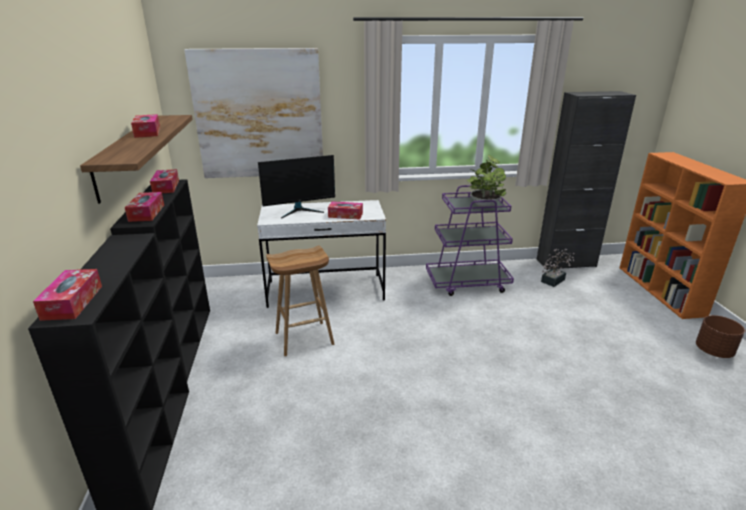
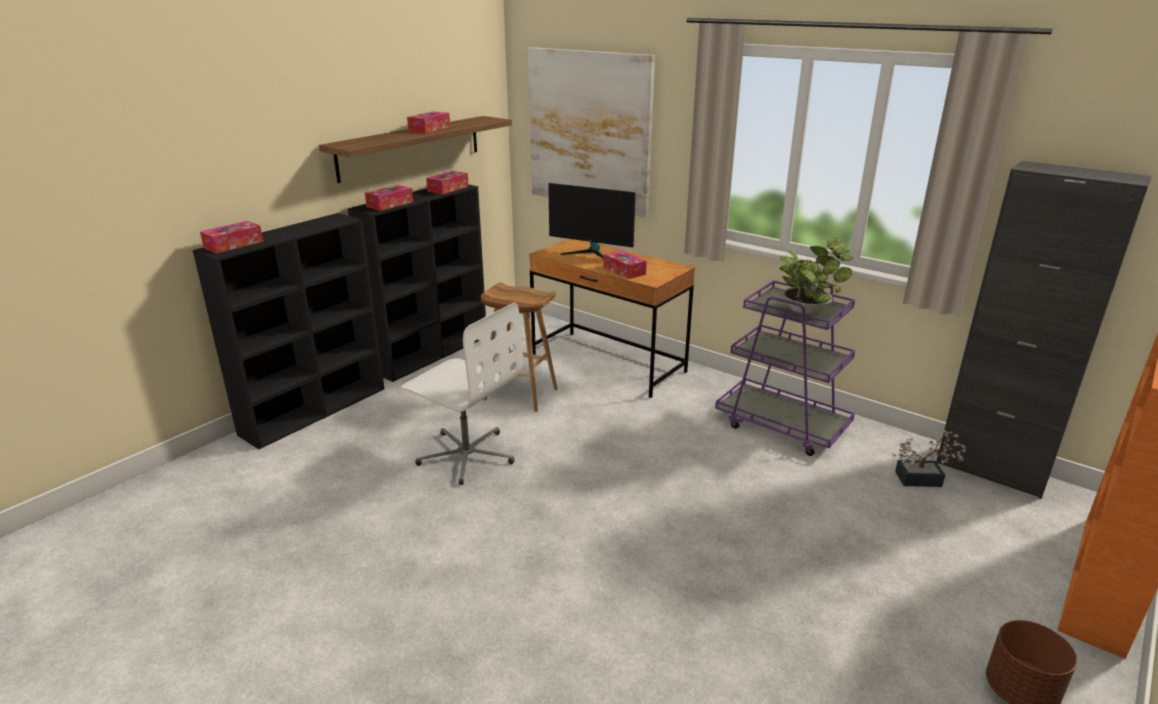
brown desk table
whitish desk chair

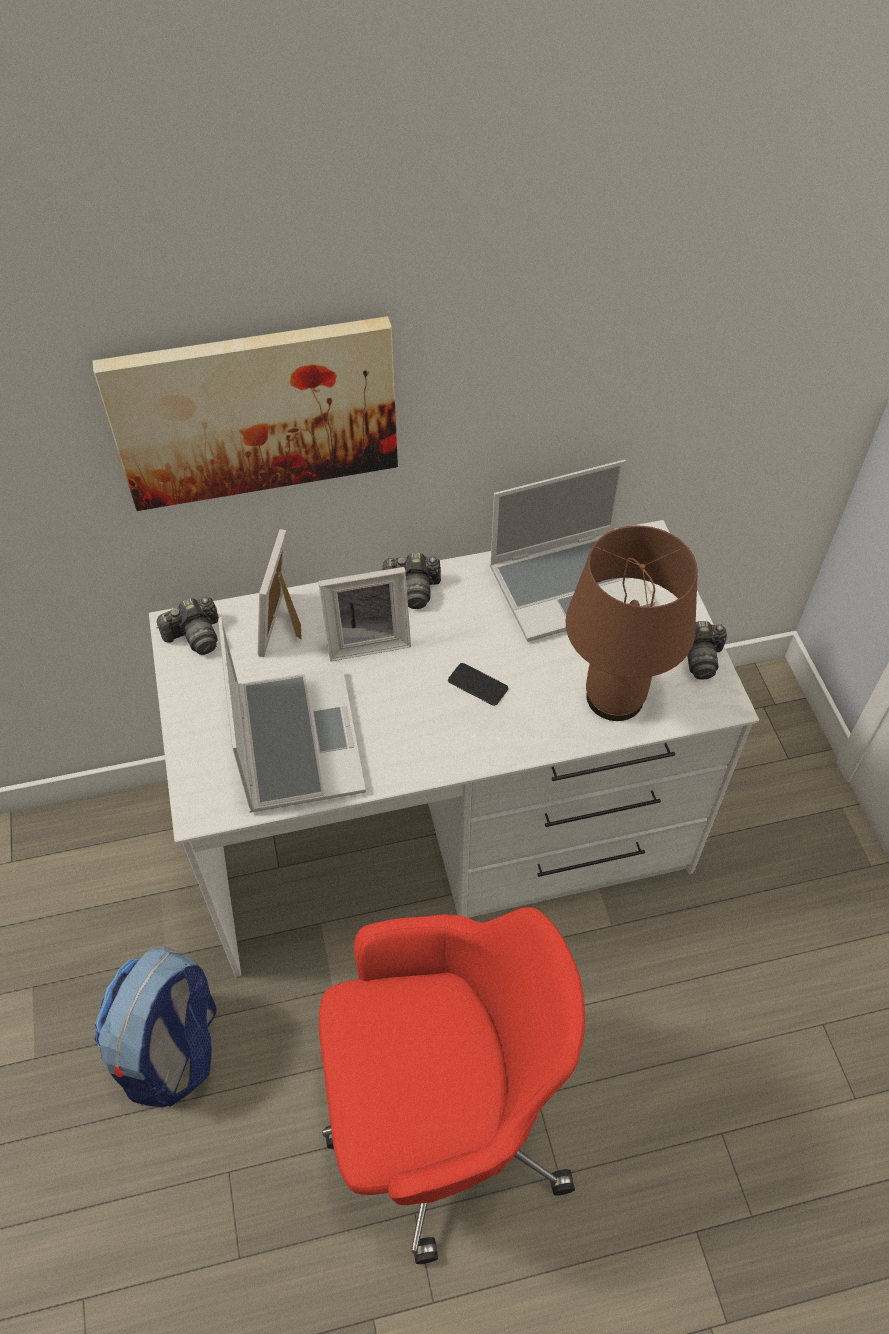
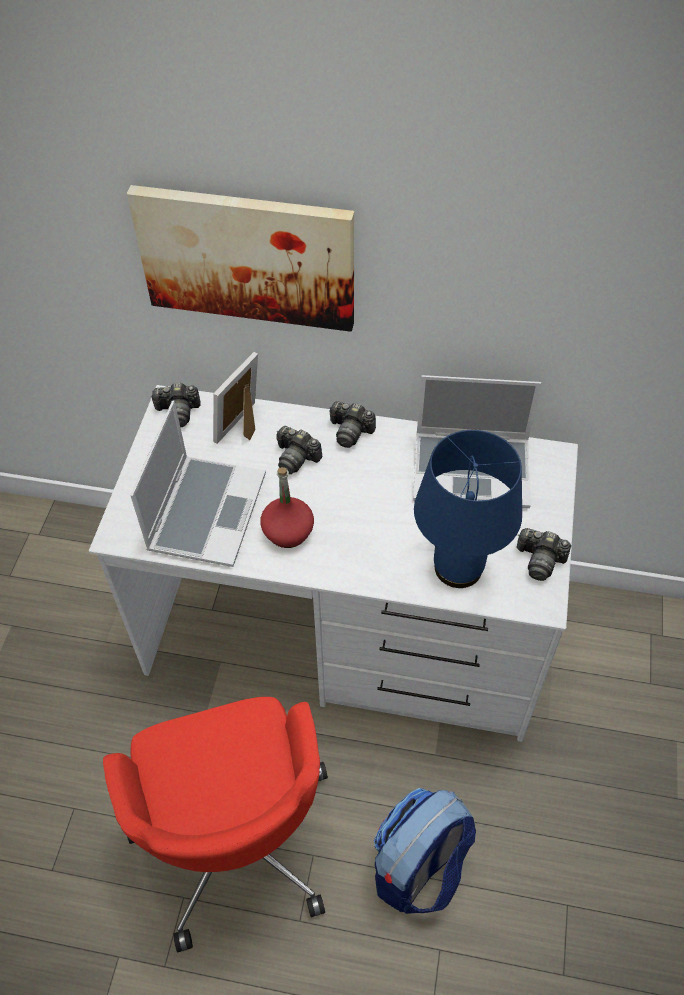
backpack
still camera (no. 2 from left)
red-coloured desk chair
handset
blue-coloured tabletop lamp
red-coloured bottle

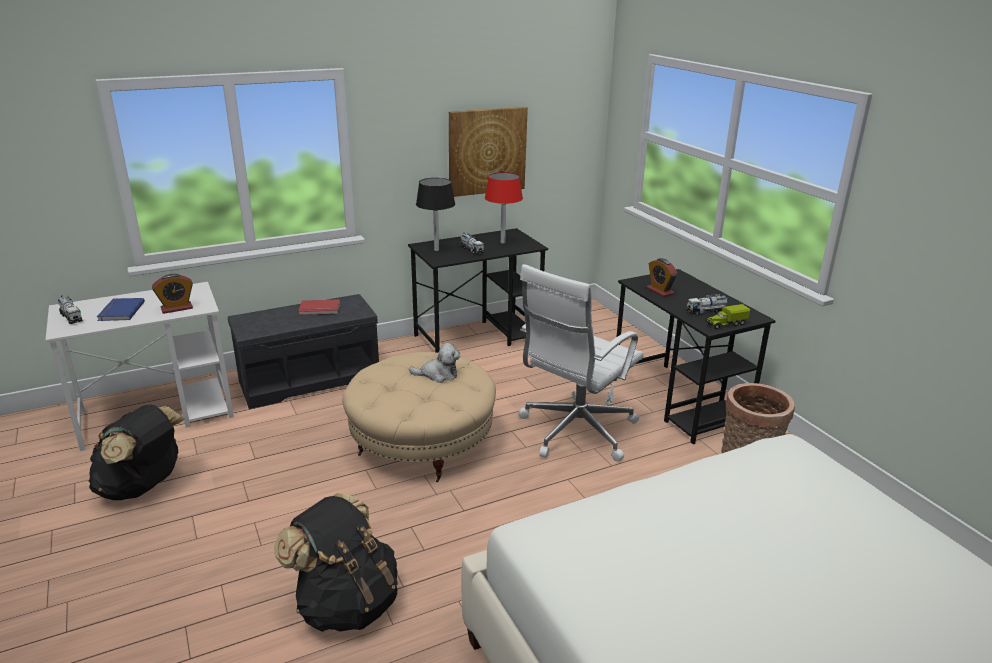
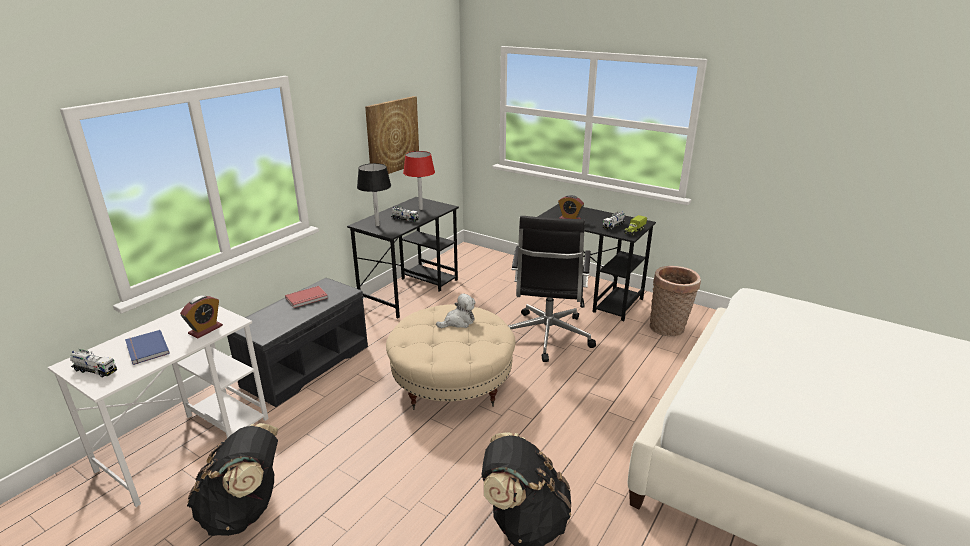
blackish desk chair

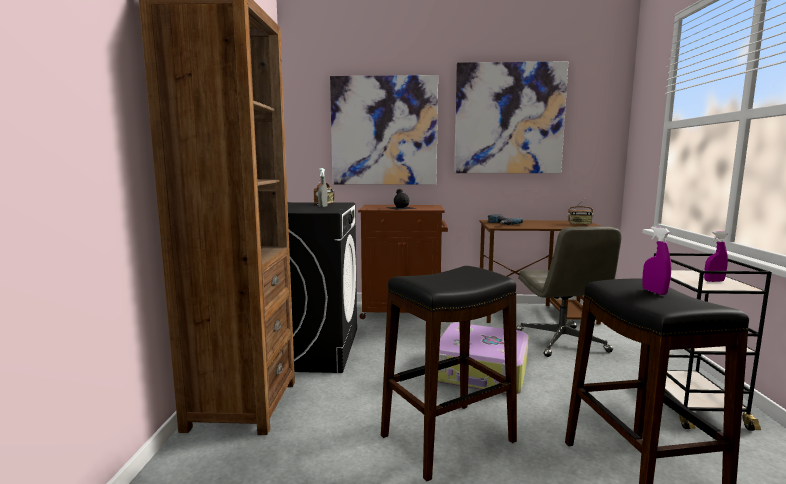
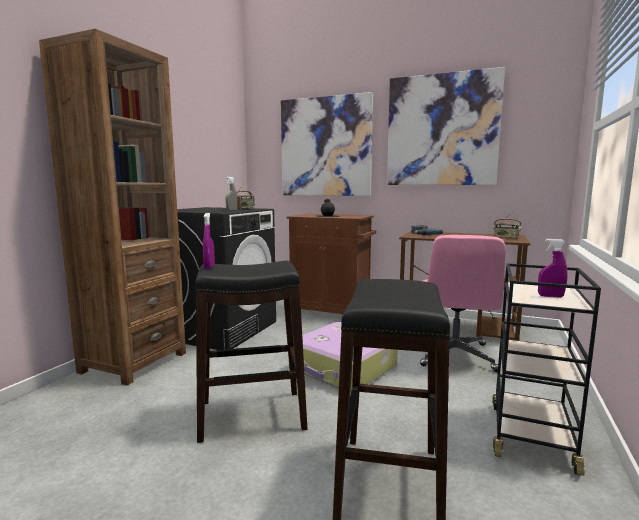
pinkish desk chair
purple-coloured spray bottle (no. 1 from left)

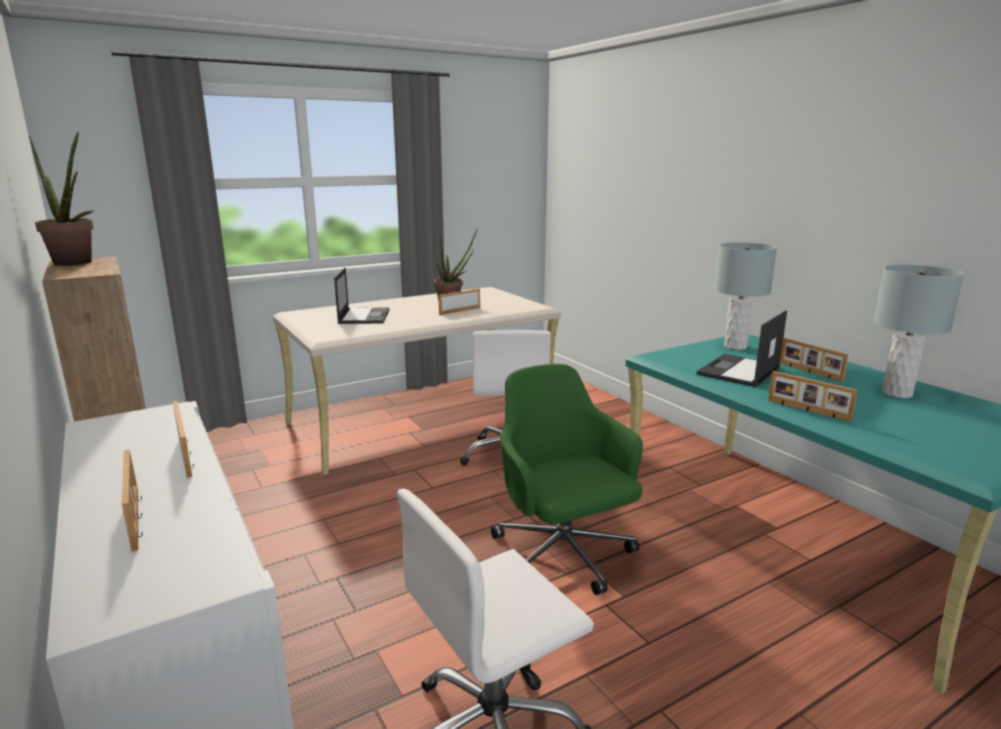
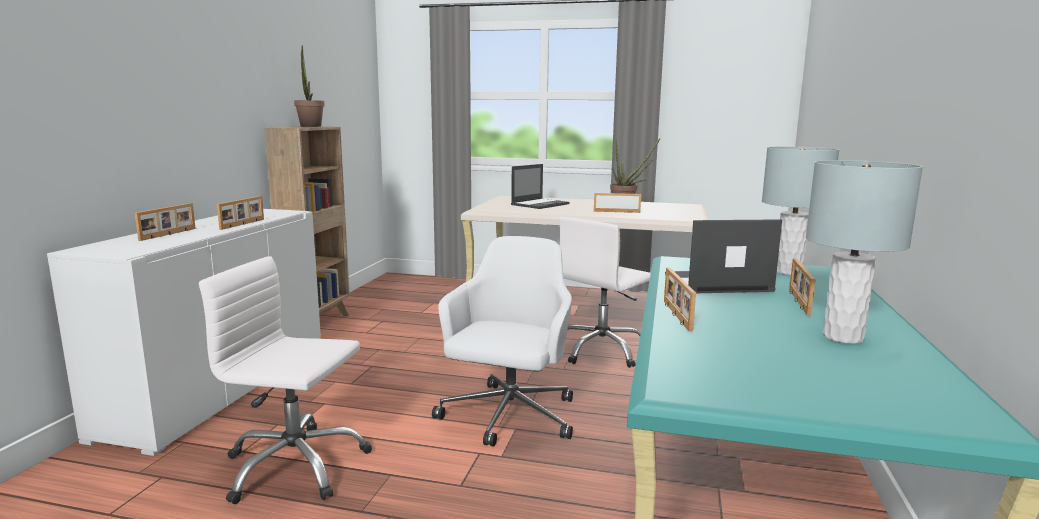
whitish desk chair (no. 2 from left)

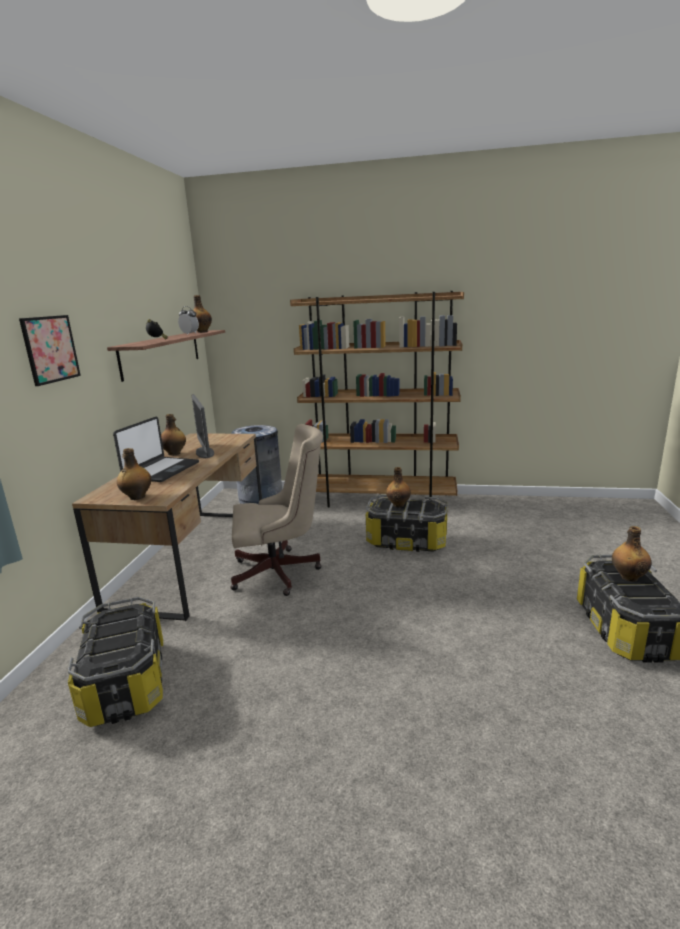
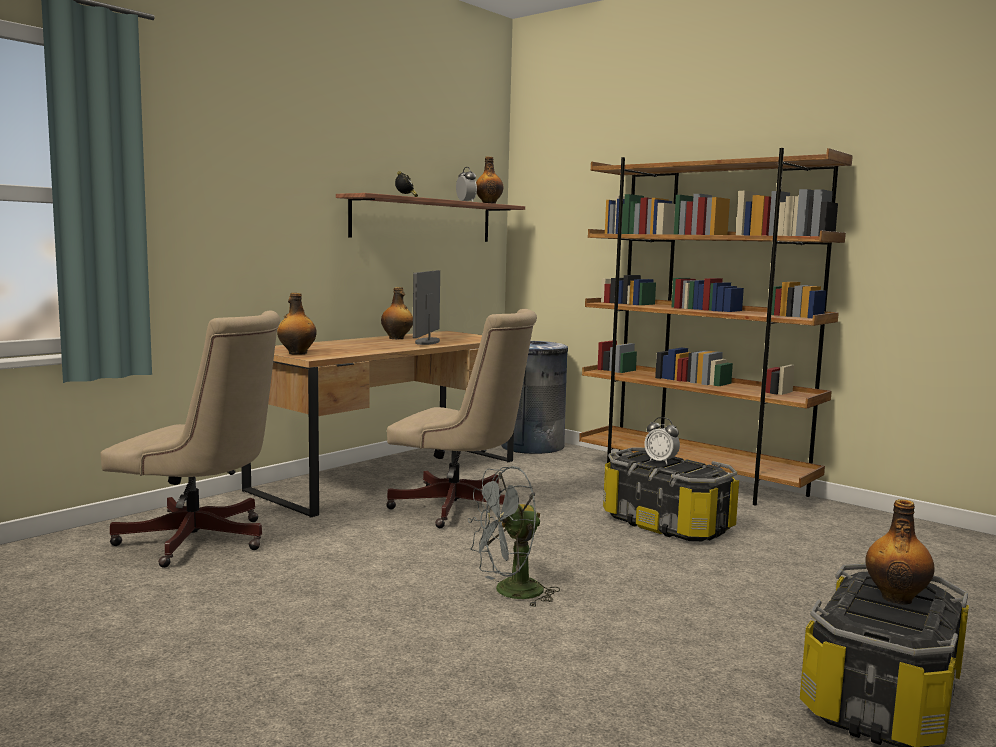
wall picture
sand-coloured desk chair (no. 1 from left)
laptop
alarm clock (no. 3 from left)
grey cooling fan

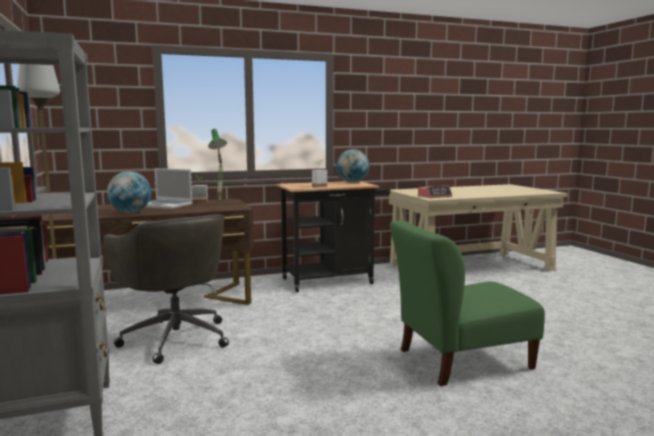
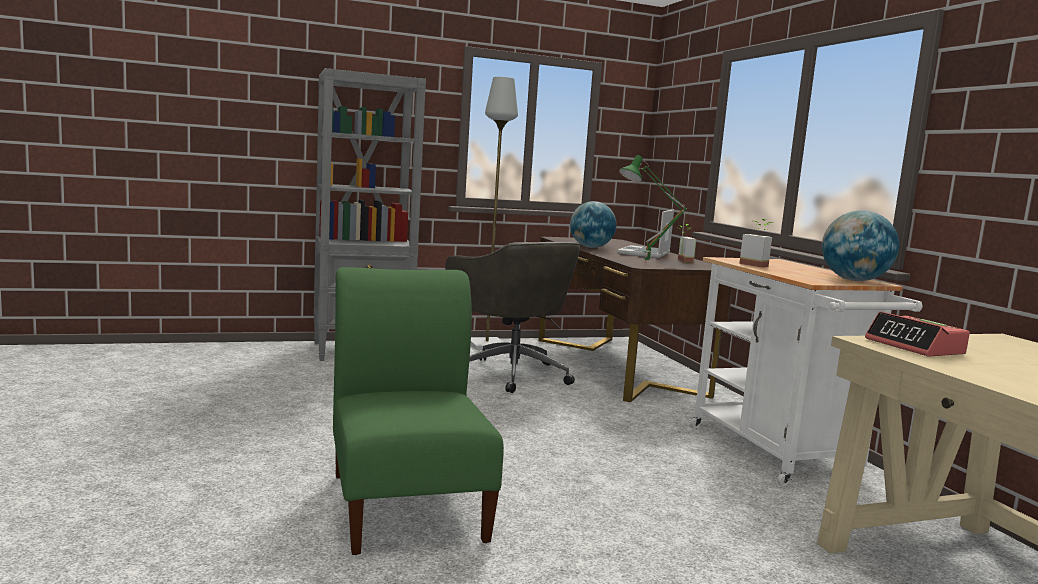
grey desk chair
whitish cart

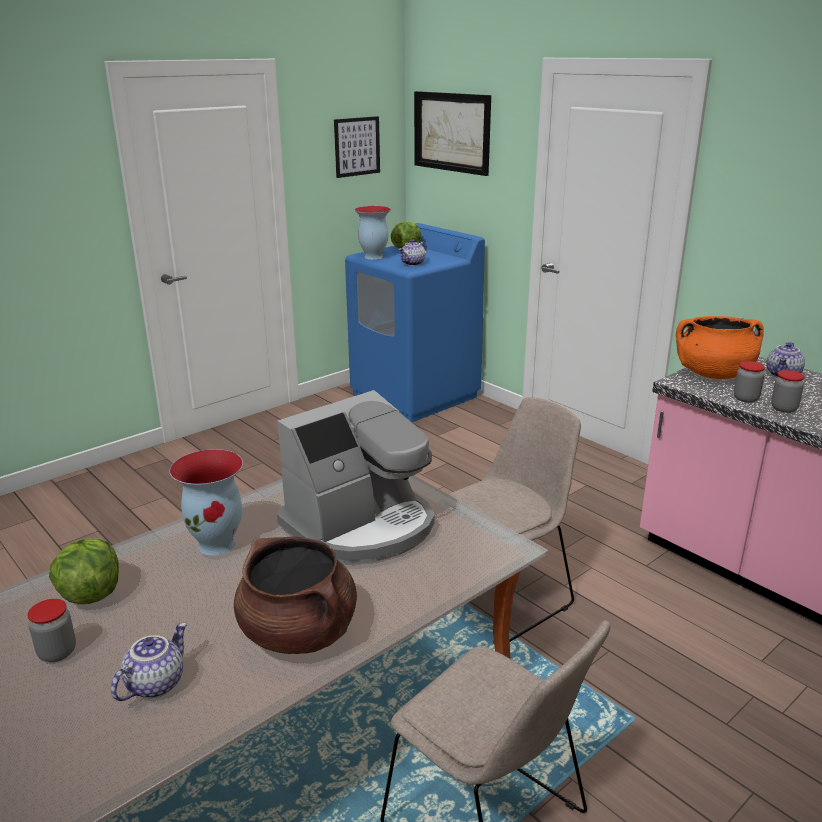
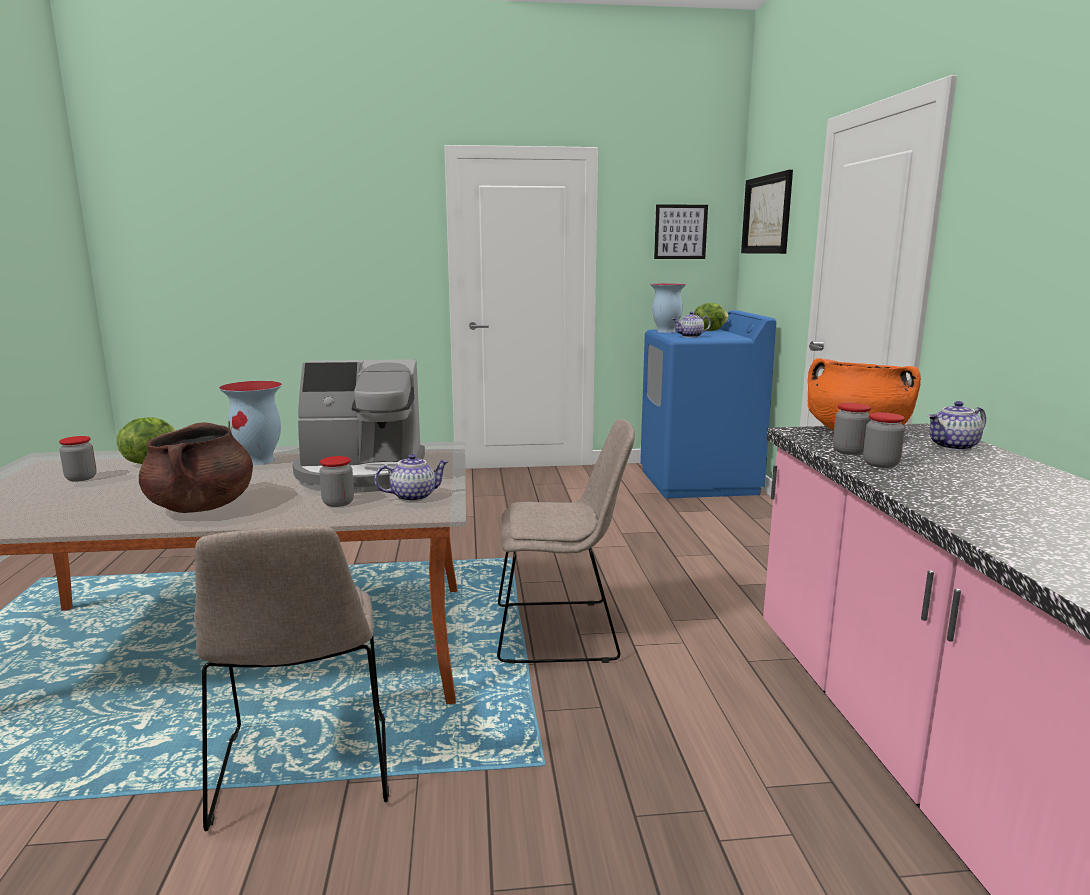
pot for tea (no. 1 from left)
preserve jar (no. 2 from left)

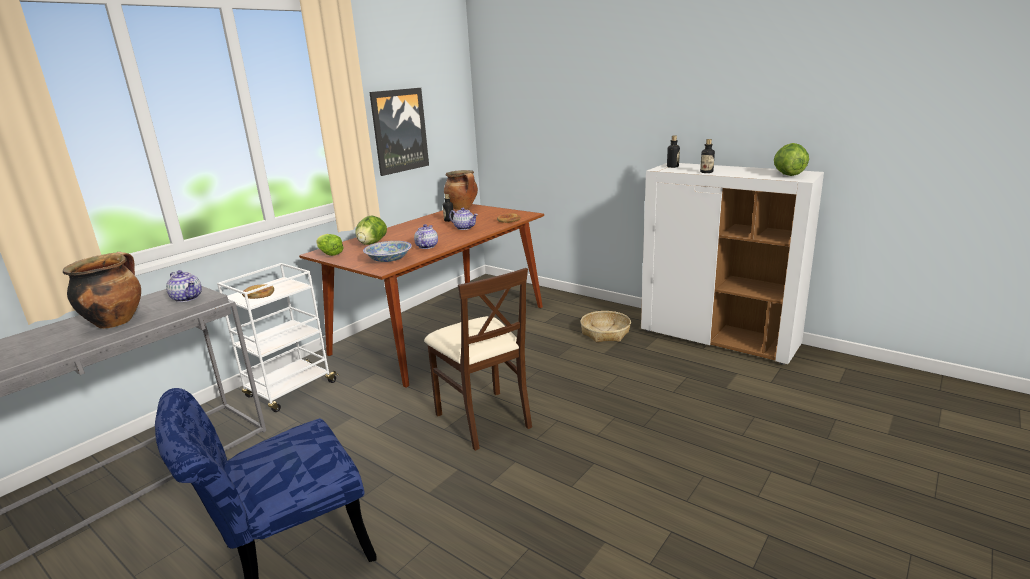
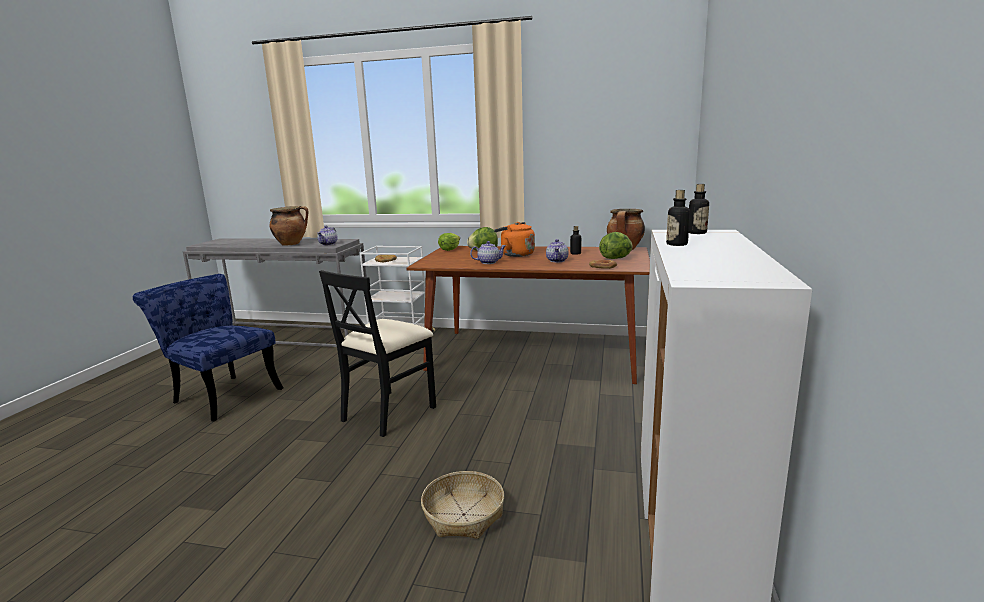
deep dish
wall picture
blackish plain chair
basket
lettuce head (no. 3 from left)
orange-coloured tea kettle

